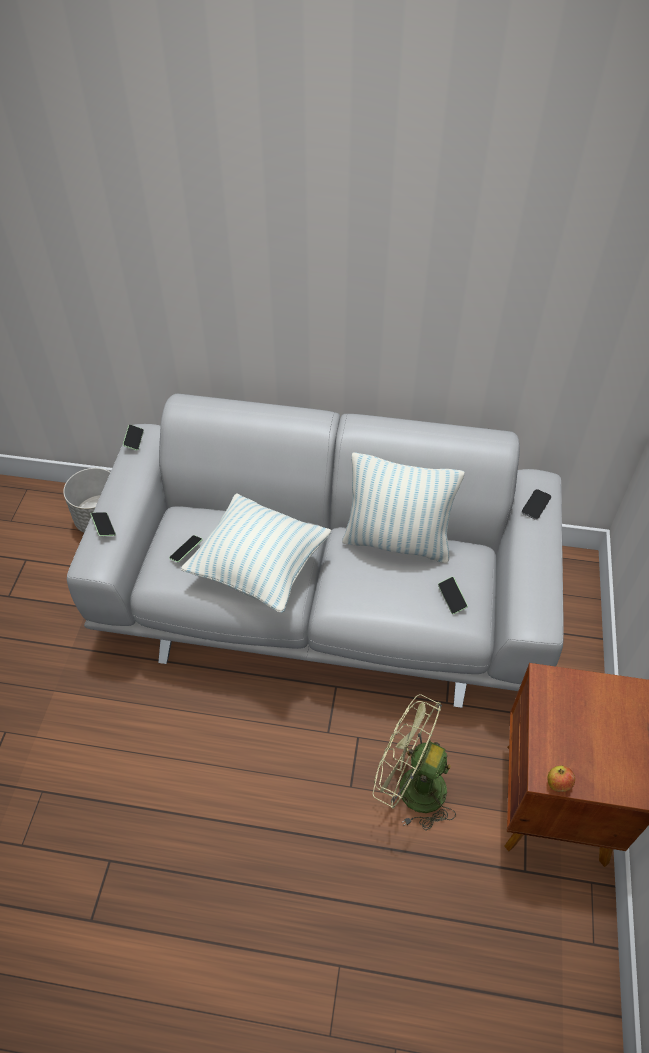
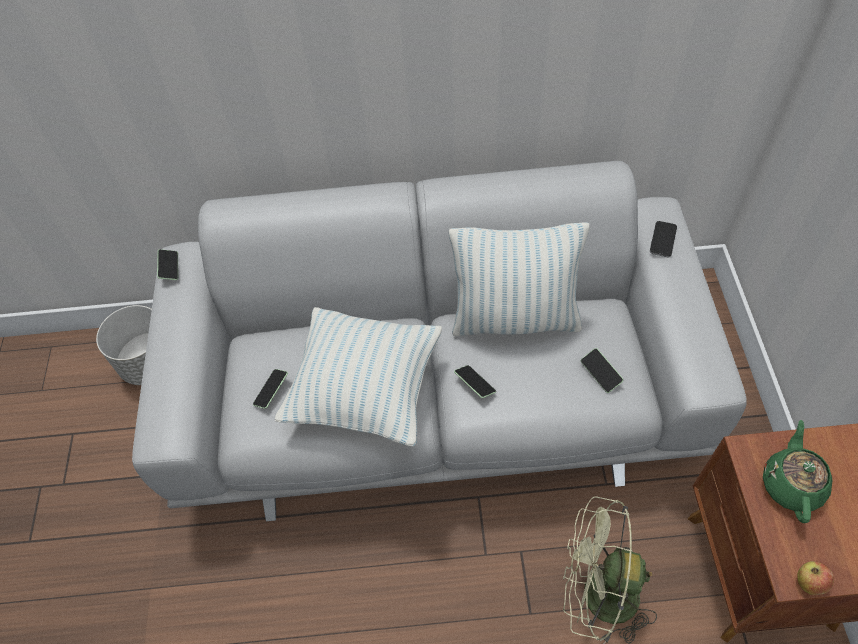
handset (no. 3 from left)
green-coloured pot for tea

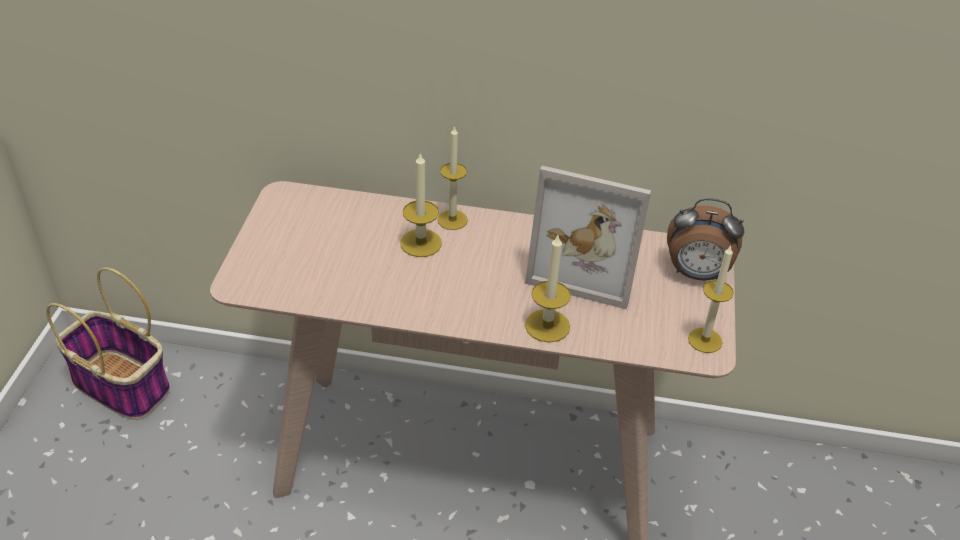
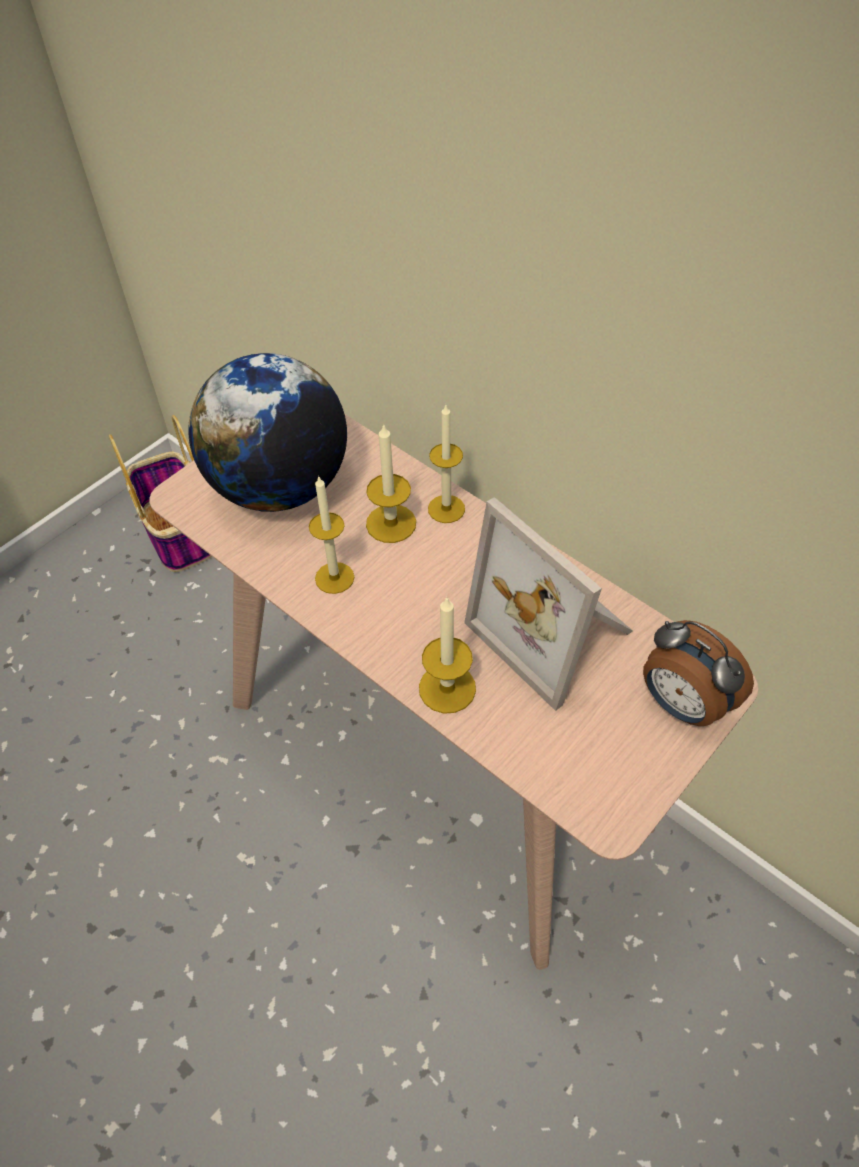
wax candle (no. 1 from left)
world globe

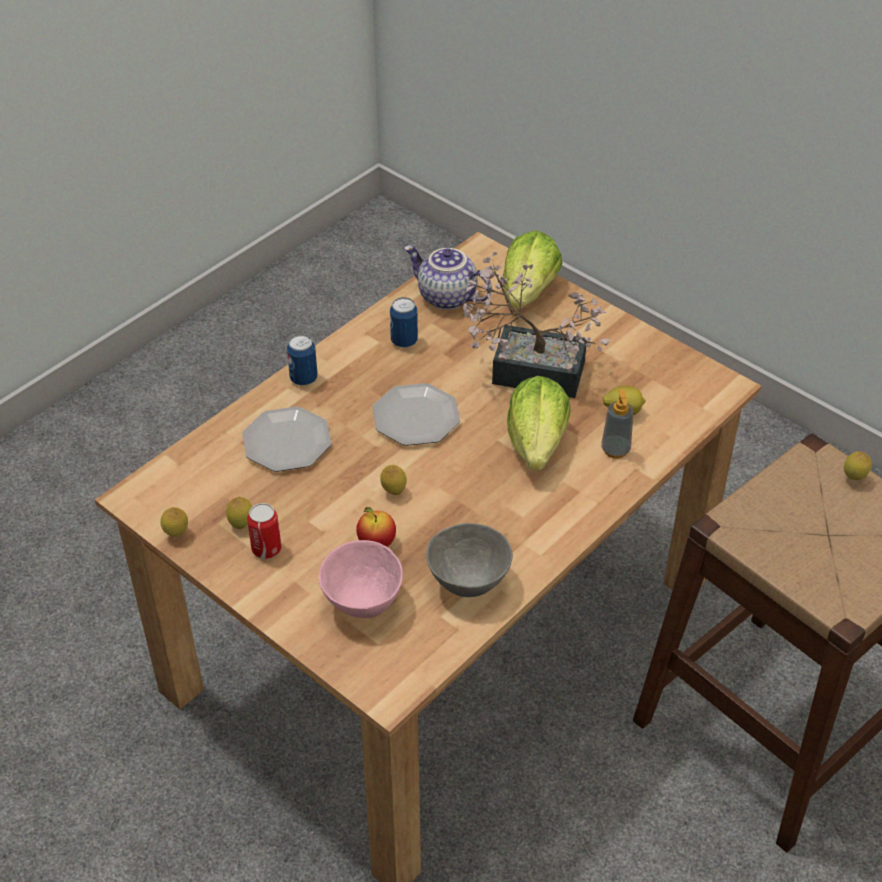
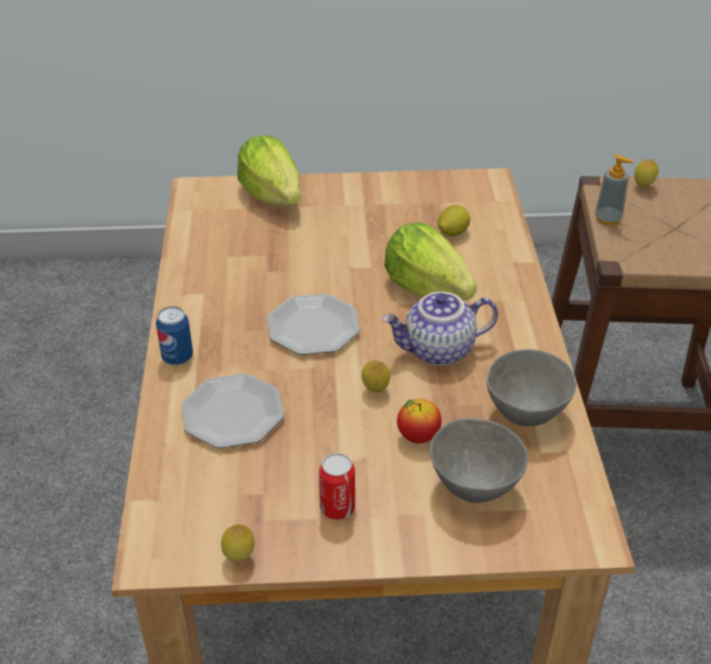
whole lemon (no. 2 from left in the first image)
grey deep dish (no. 1 from left)
sealed can (no. 3 from left in the first image)
pot for tea
plant in a pot
soap dispenser

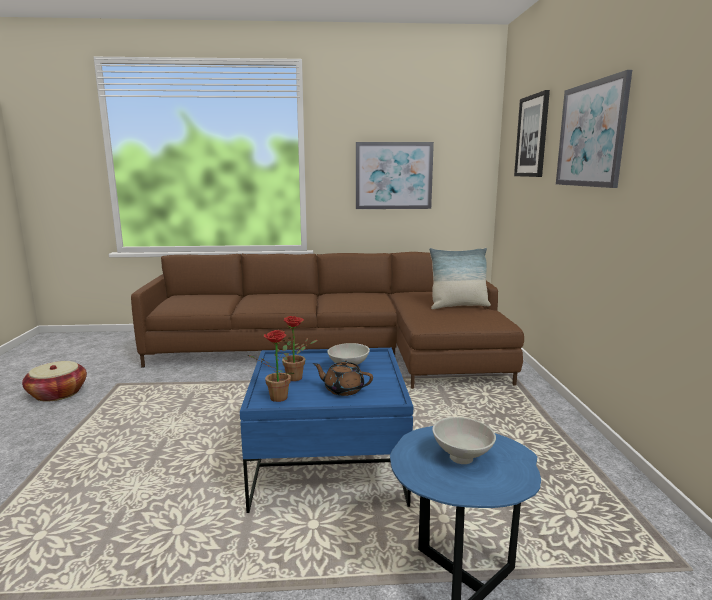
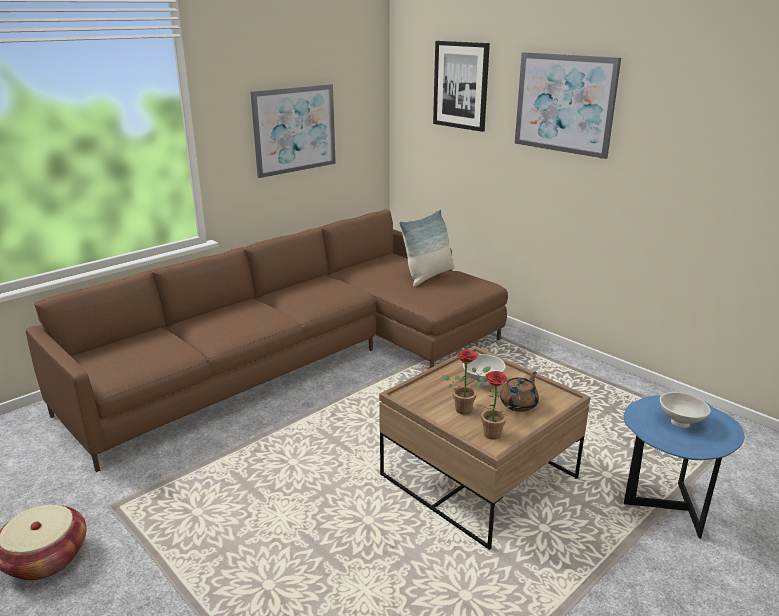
brown coffee table
brown pot for tea

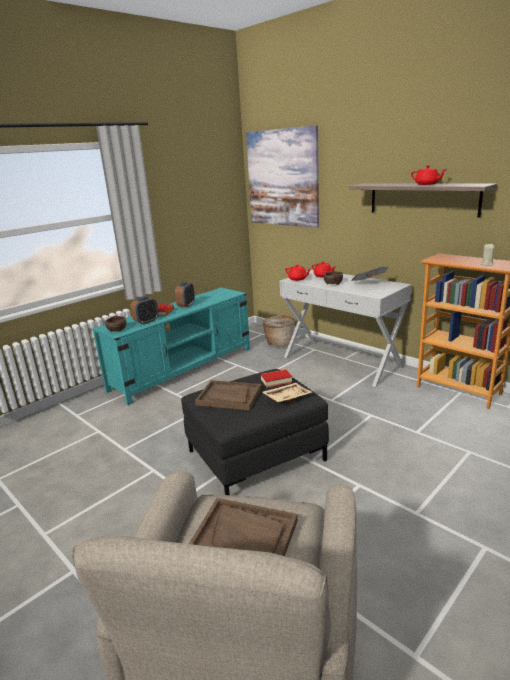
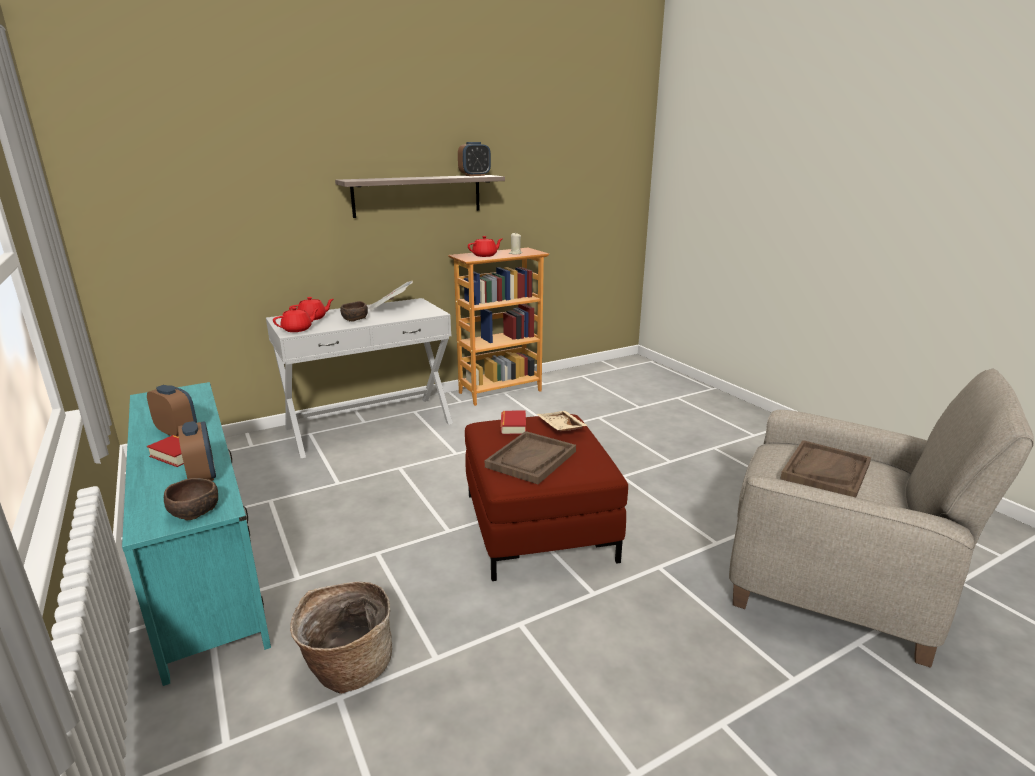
red-coloured footrest
wall picture
basket
red-coloured pot for tea (no. 3 from left)
alarm clock (no. 3 from left)

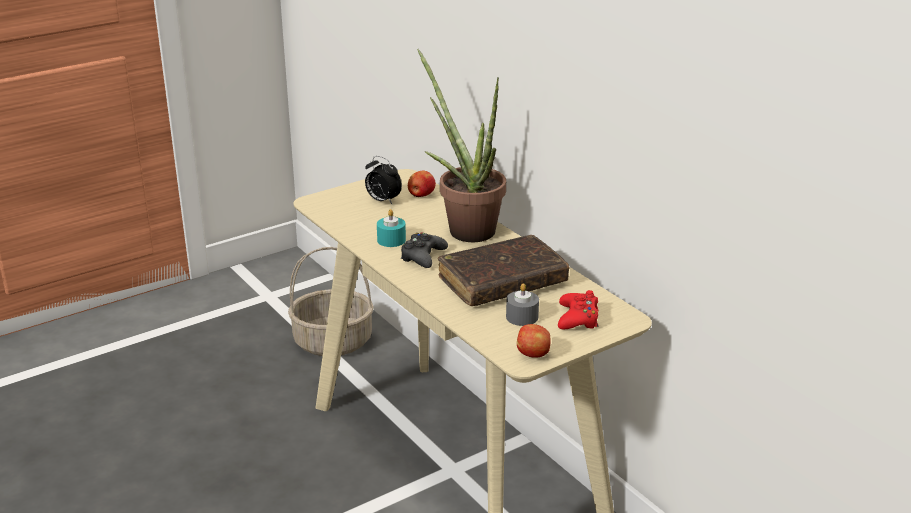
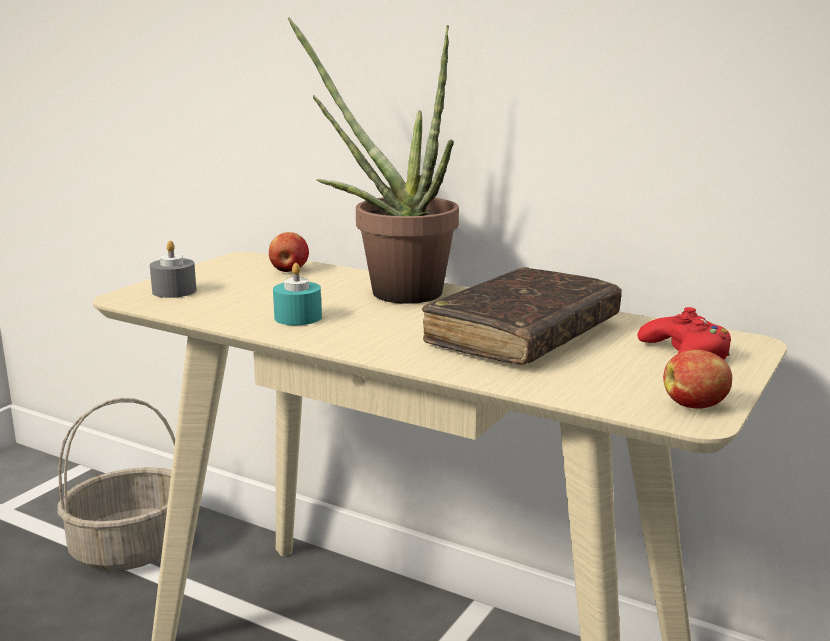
alarm clock
blackish joypad
grey wax candle

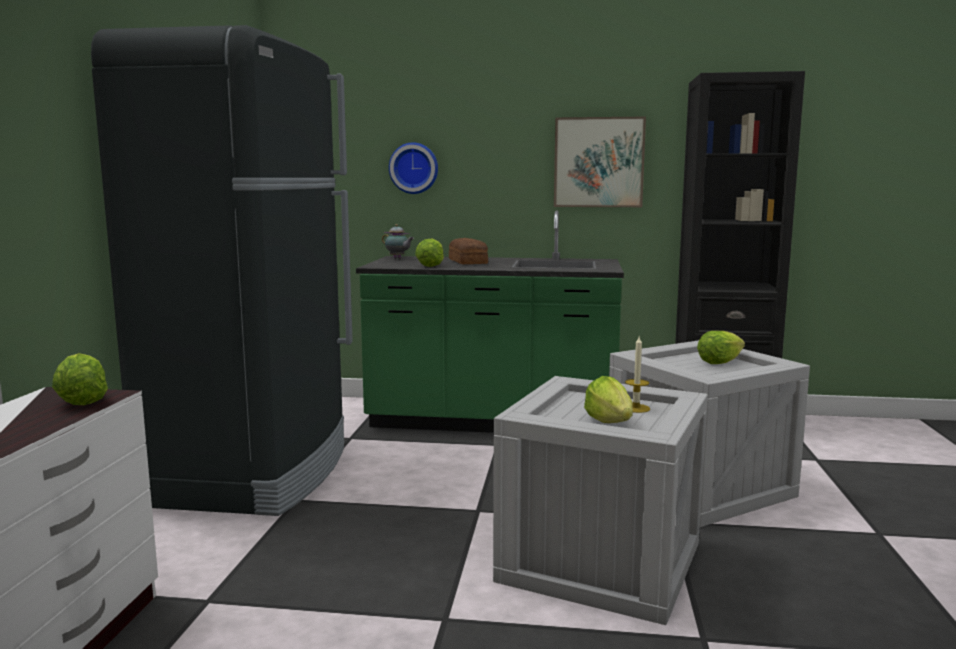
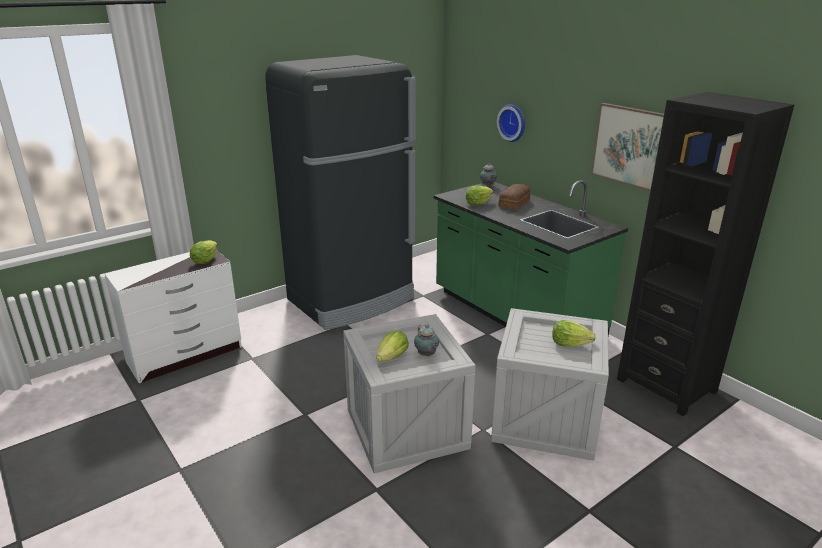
pot for tea (no. 1 from left)

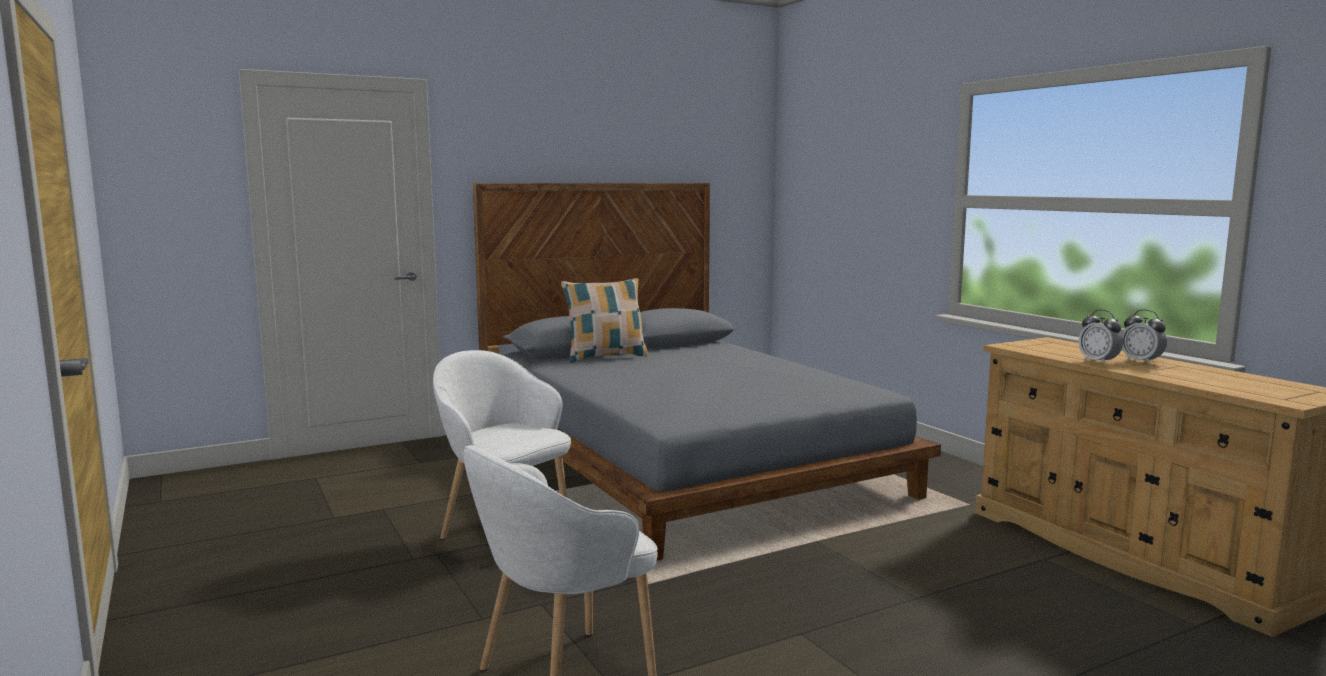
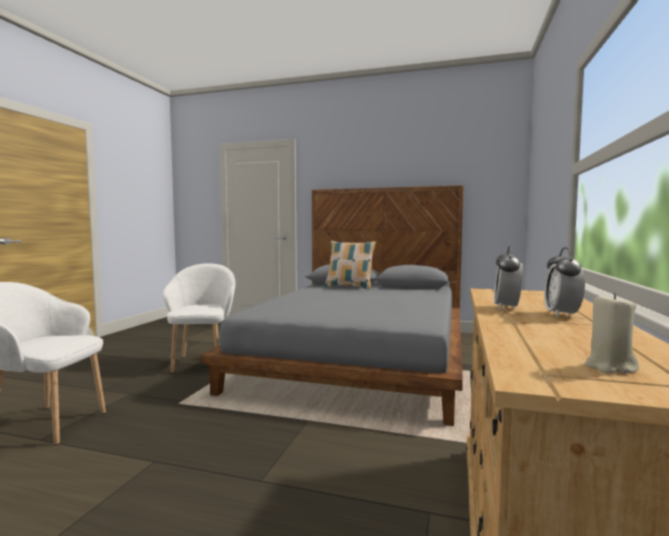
sand-coloured wax candle

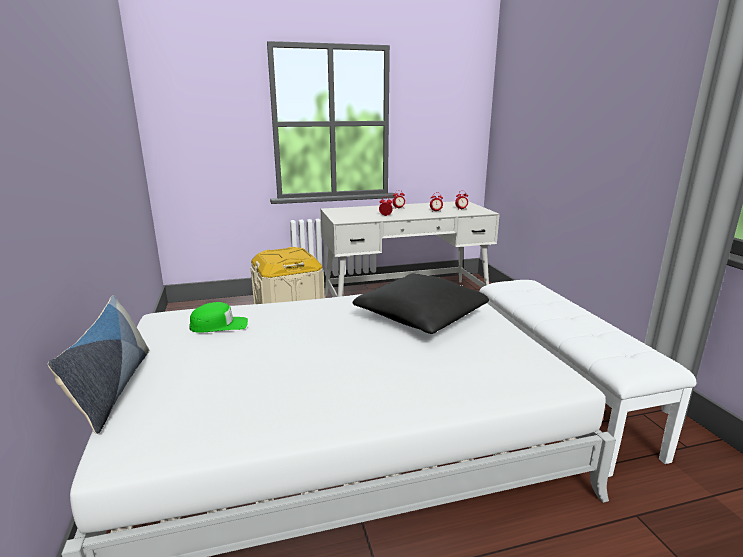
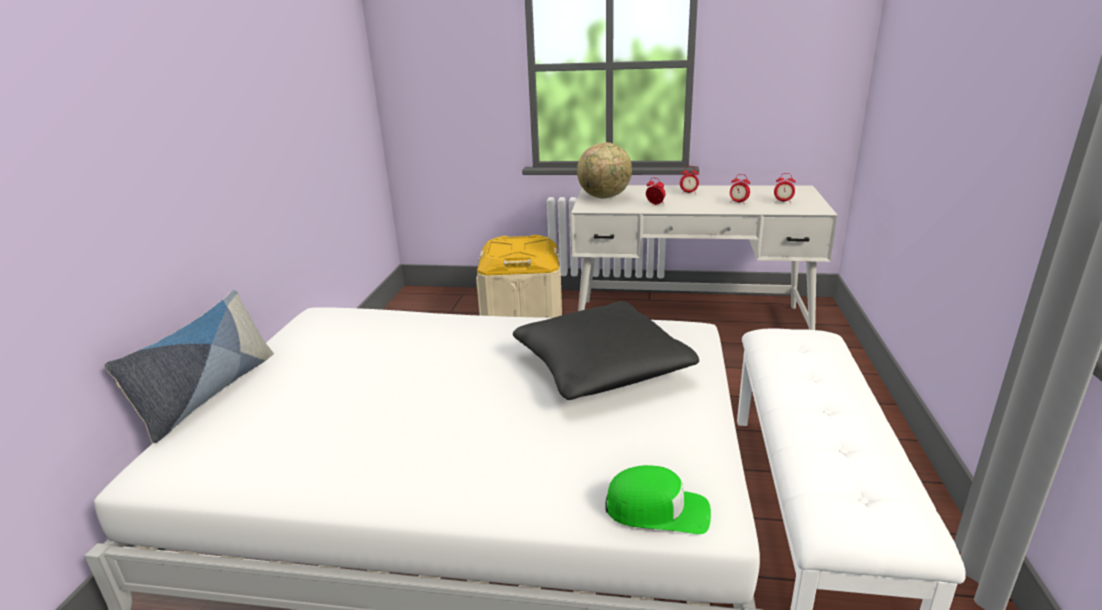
green-coloured peaked cap
world globe

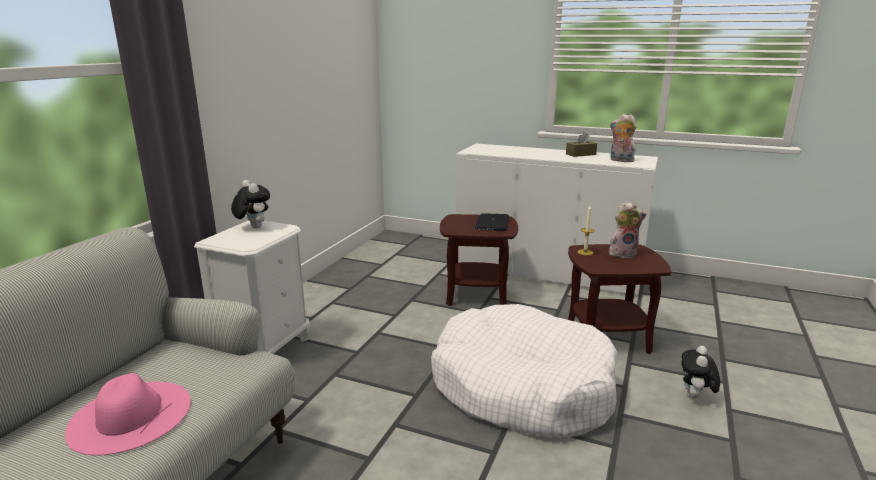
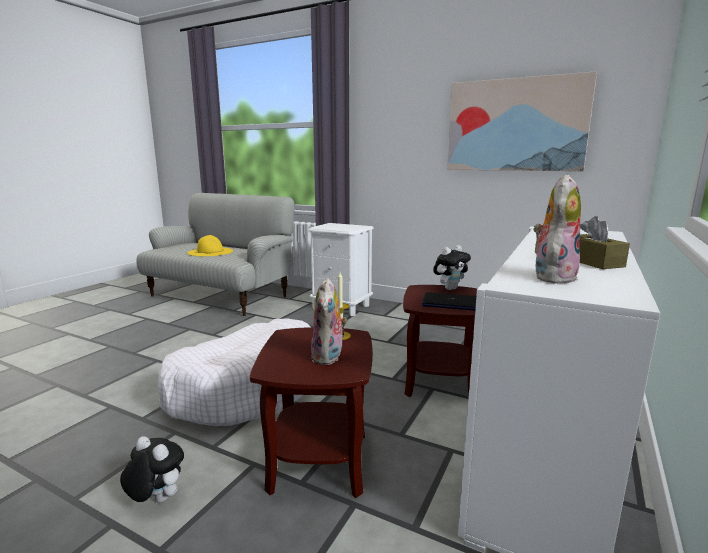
yellow clothing hat
cuddly toy (no. 3 from left)
wall picture

